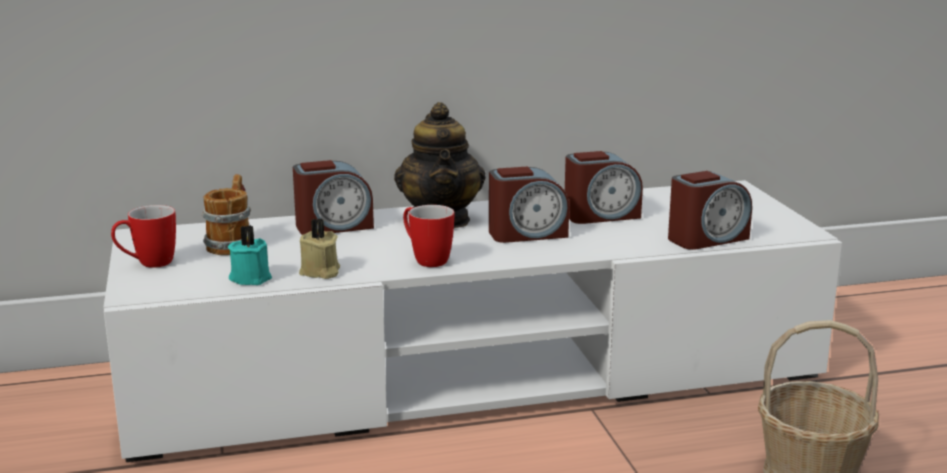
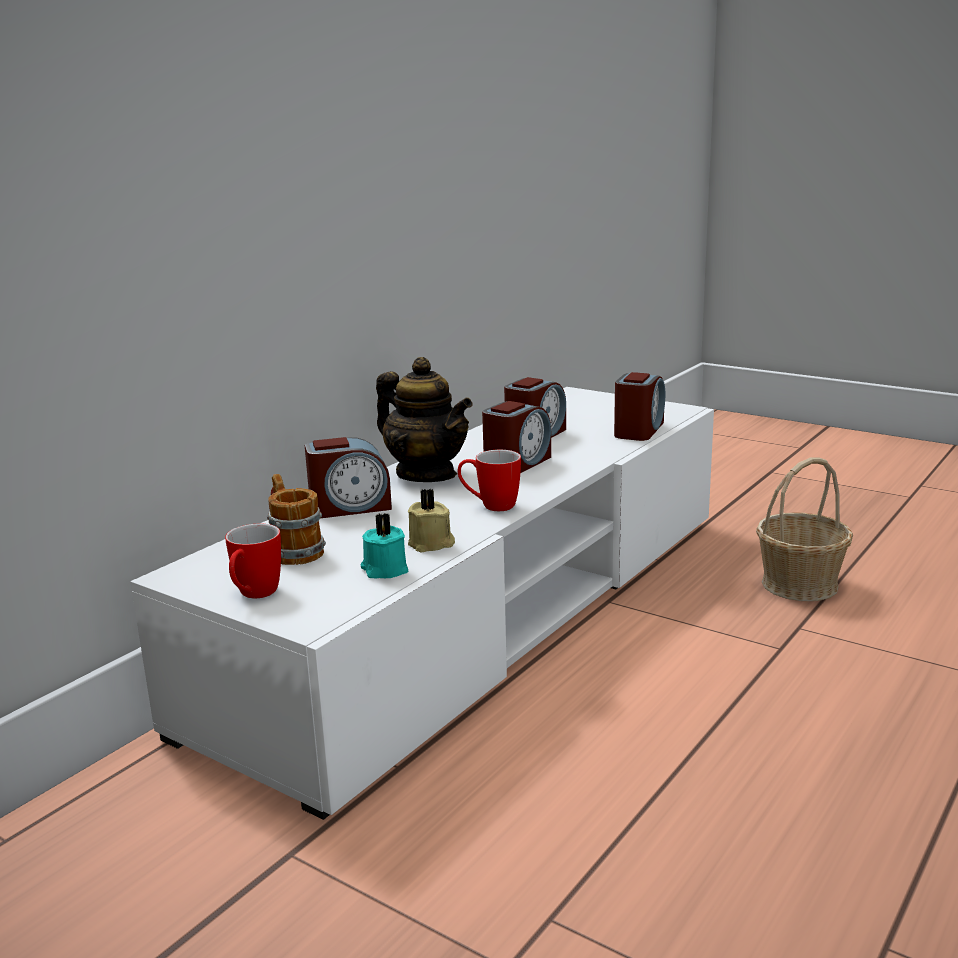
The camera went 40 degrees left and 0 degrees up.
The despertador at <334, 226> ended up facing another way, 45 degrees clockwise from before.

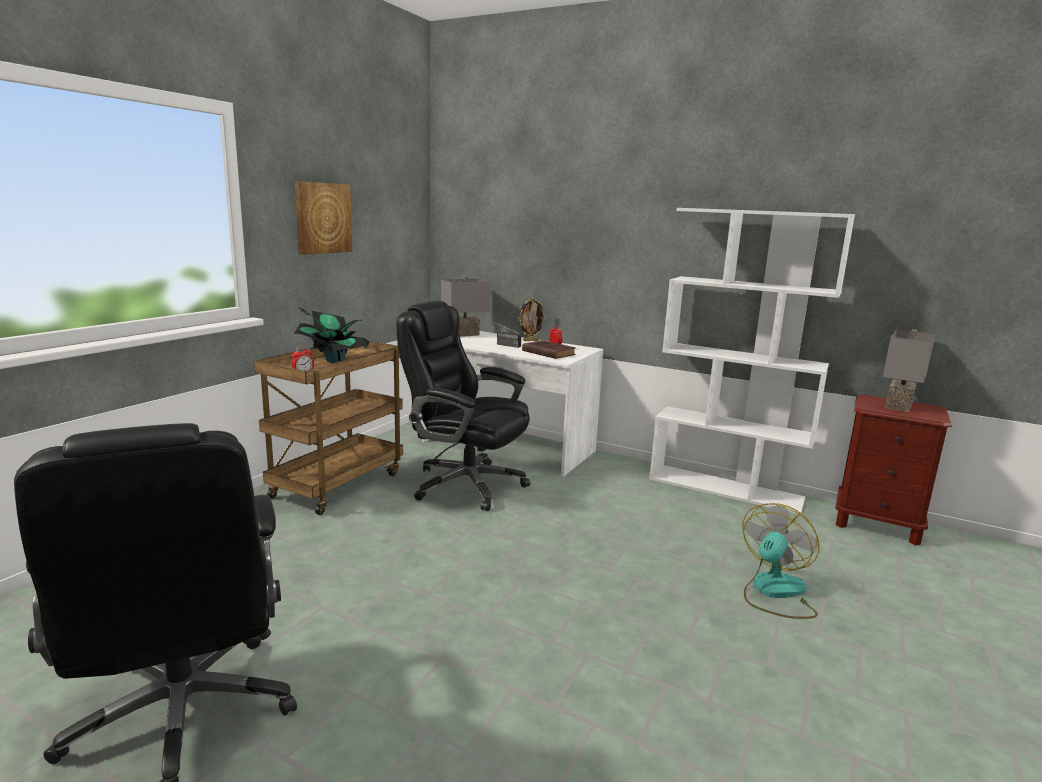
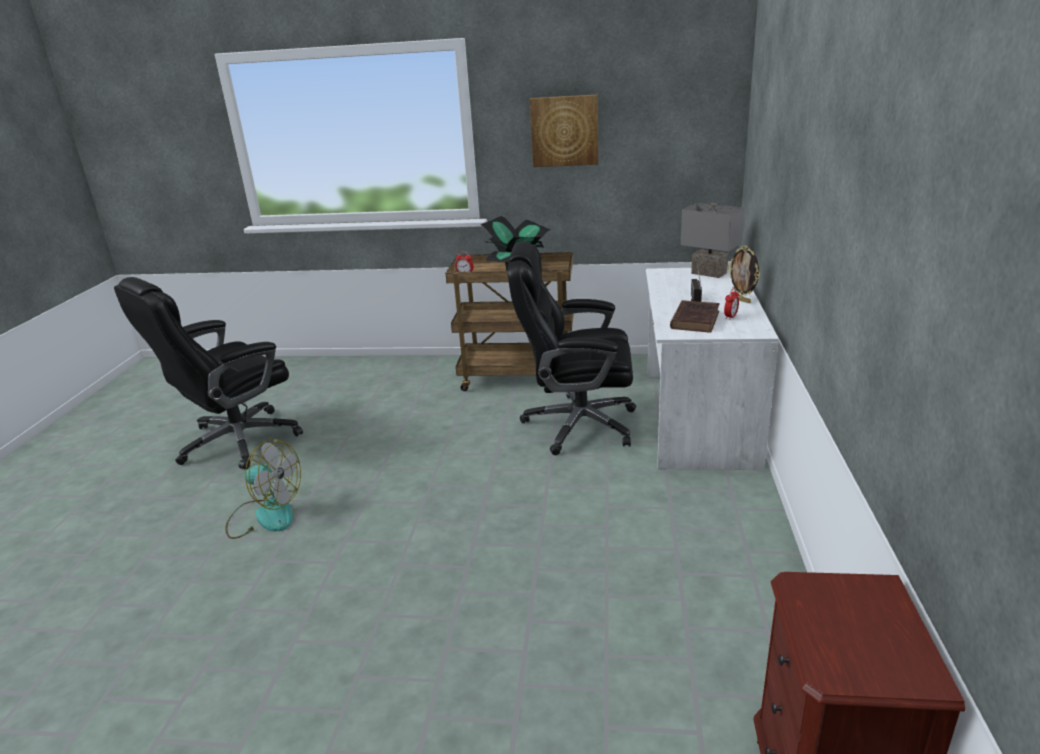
The camera went 70 degrees right and 10 degrees up.
The second view lost the estantería/blanco at <726, 488>.
The silla de oficina/negro at <465, 484> ended up facing another way, 90 degrees counterclockwise from before.
The second view lost the lámpara de mesa/gris at <896, 405>.
The ventilador ended up elsewhere, having gone from <774, 592> to <265, 515>.

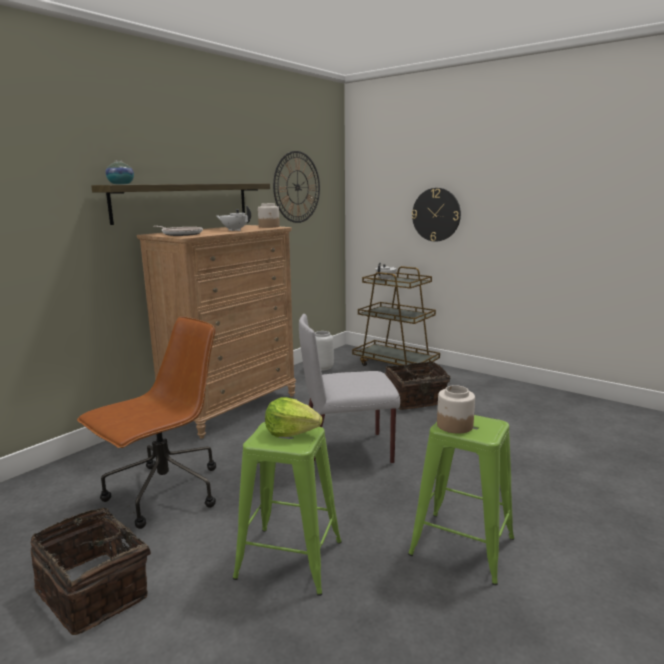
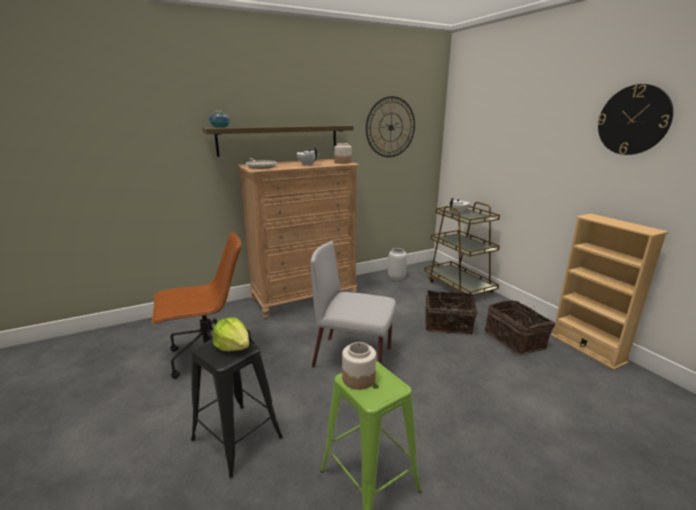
The camera went 25 degrees right and 5 degrees up.
The reloj de pared ended up elsewhere, having gone from <436, 214> to <633, 120>.
What was the taburete/verde at <290, 560> turned into the taburete/negro at <237, 439>.
The cesta ended up elsewhere, having gone from <96, 591> to <516, 339>.
The second view gained the estantería/beis at <587, 348>.

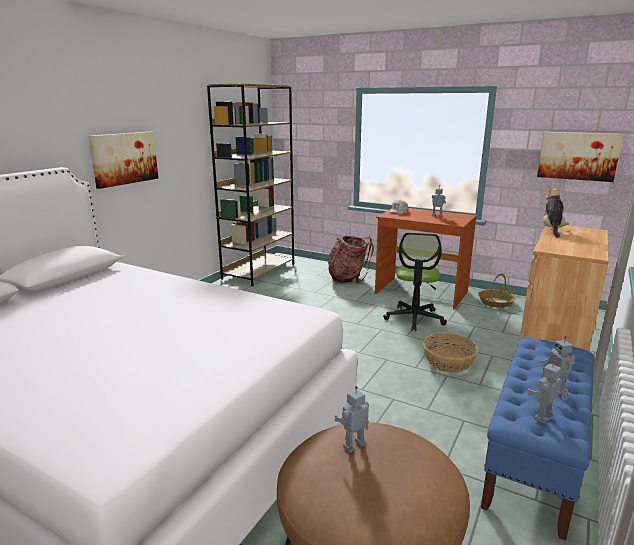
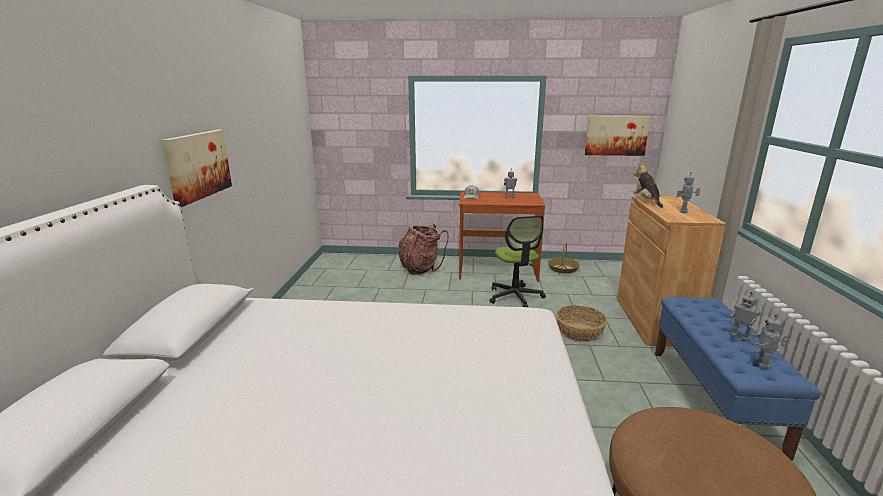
The camera went 25 degrees left and 0 degrees up.
The second view lost the estantería/marrón at <259, 271>.
The robot de juguete ended up elsewhere, having gone from <355, 446> to <684, 211>.

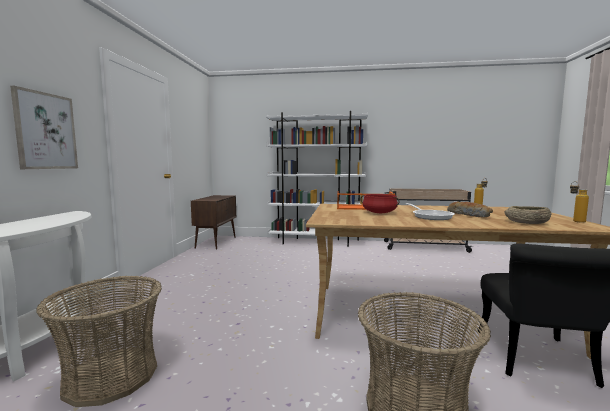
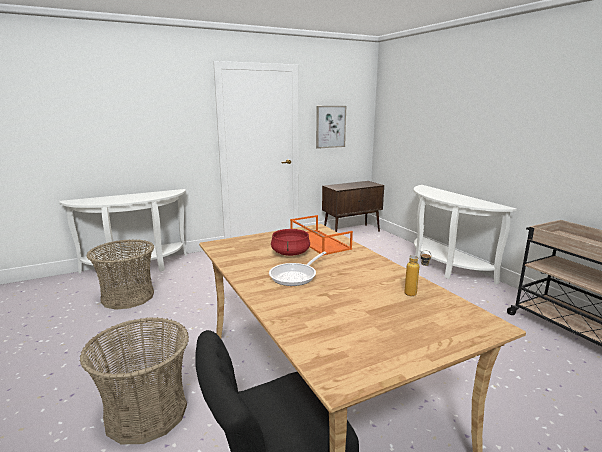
The camera went 55 degrees right and 10 degrees up.
The cuadro ended up elsewhere, having gone from <45, 131> to <330, 126>.
Where the estantería/blanco stood at <316, 242>, the mesa consola/blanco came to stand at <443, 266>.
The second view lost the botella at <575, 221>.
The second view lost the pan at <469, 215>.
The second view lost the cuenco/beis at <527, 222>.

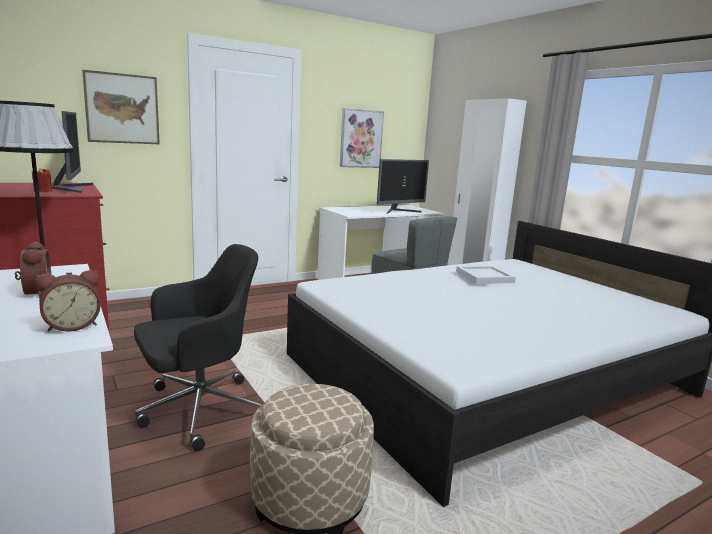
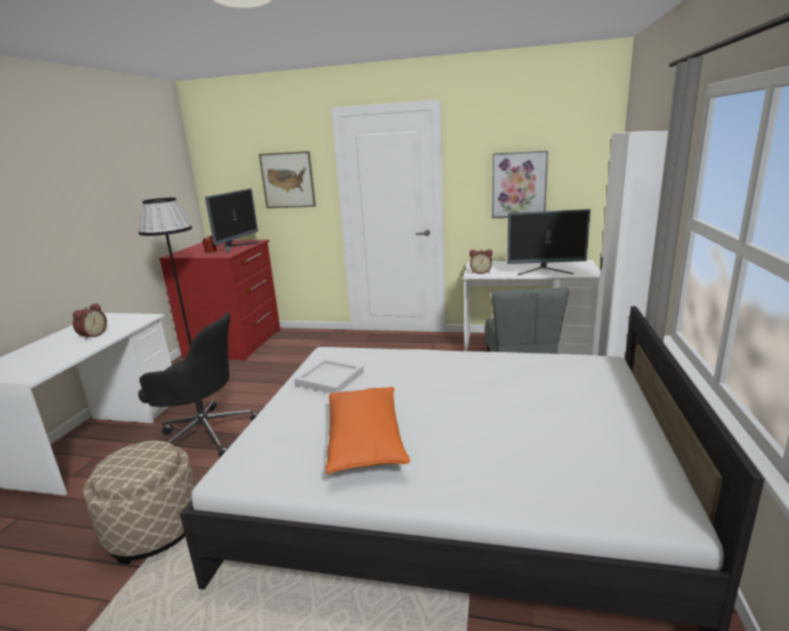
The camera went 45 degrees right and 5 degrees up.
The bandeja/blanco ended up elsewhere, having gone from <485, 277> to <331, 378>.
The despertador ended up elsewhere, having gone from <72, 326> to <480, 272>.
The second view gained the cojín/naranja at <366, 442>.

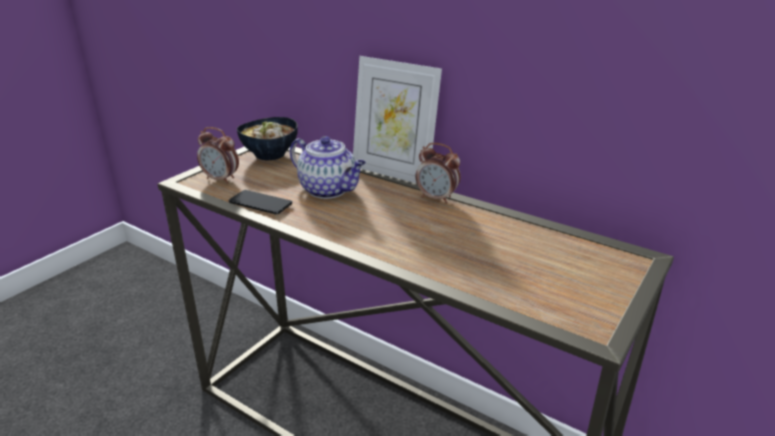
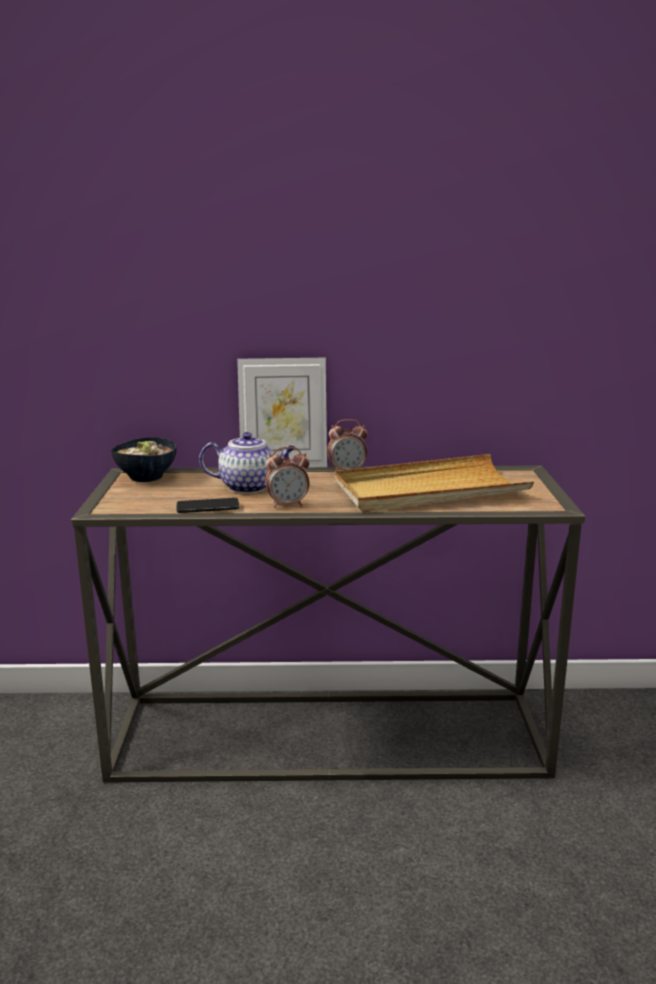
The camera went 35 degrees left and 10 degrees down.
The despertador ended up elsewhere, having gone from <221, 179> to <288, 505>.
The second view gained the bandeja/beis at <429, 490>.

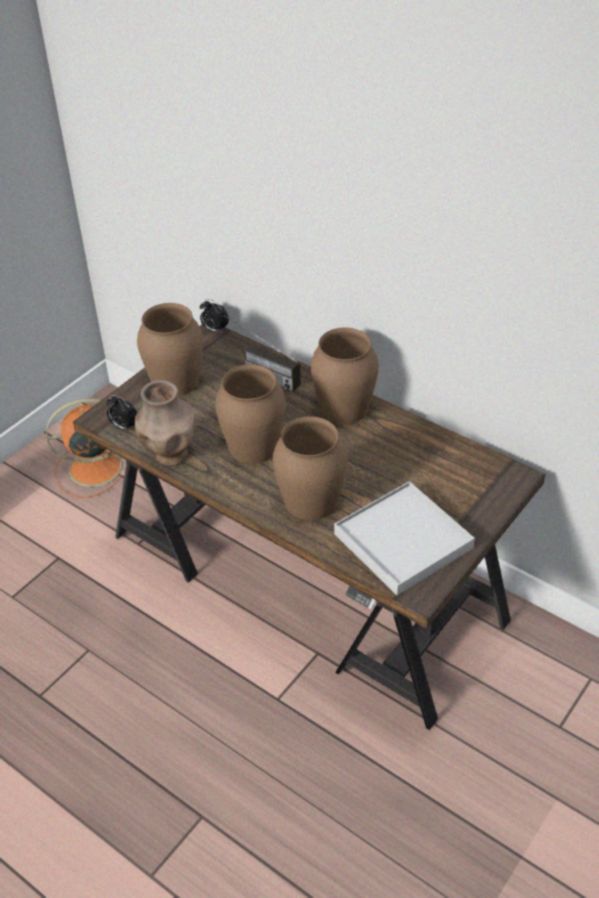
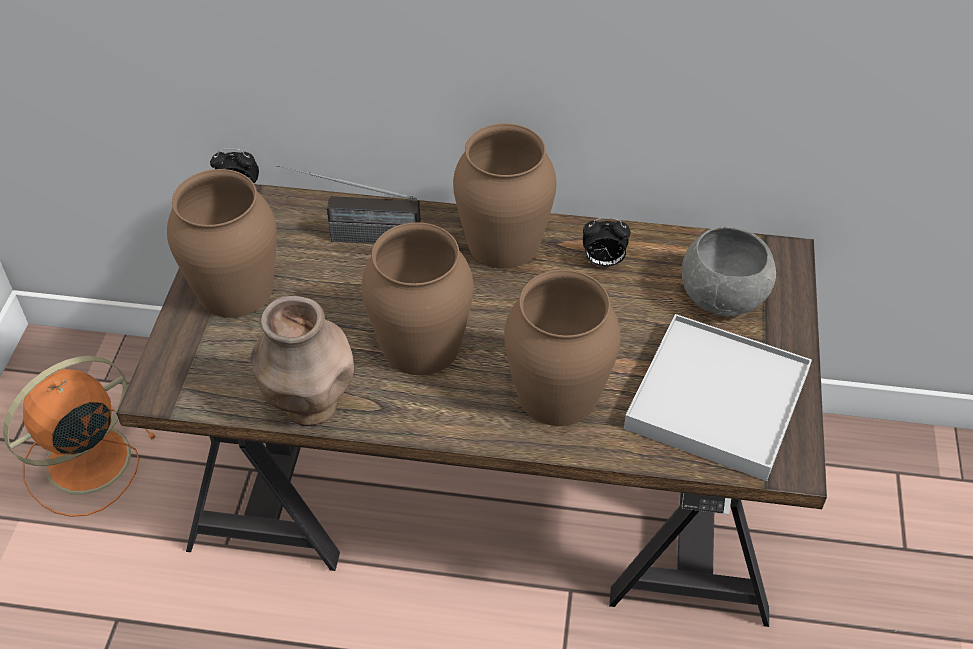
The camera went 30 degrees left and 5 degrees up.
The despertador ended up elsewhere, having gone from <124, 427> to <603, 262>.
The second view gained the cuenco/gris at <723, 297>.

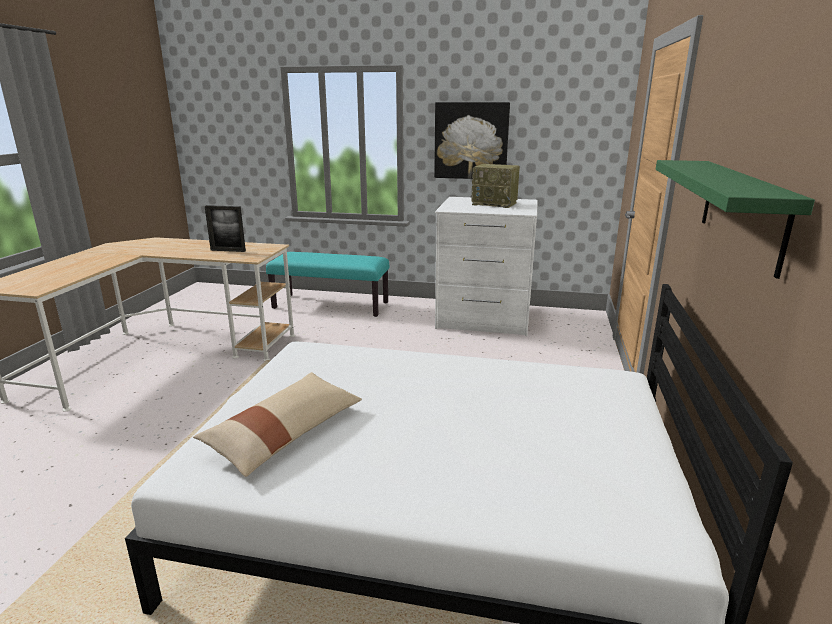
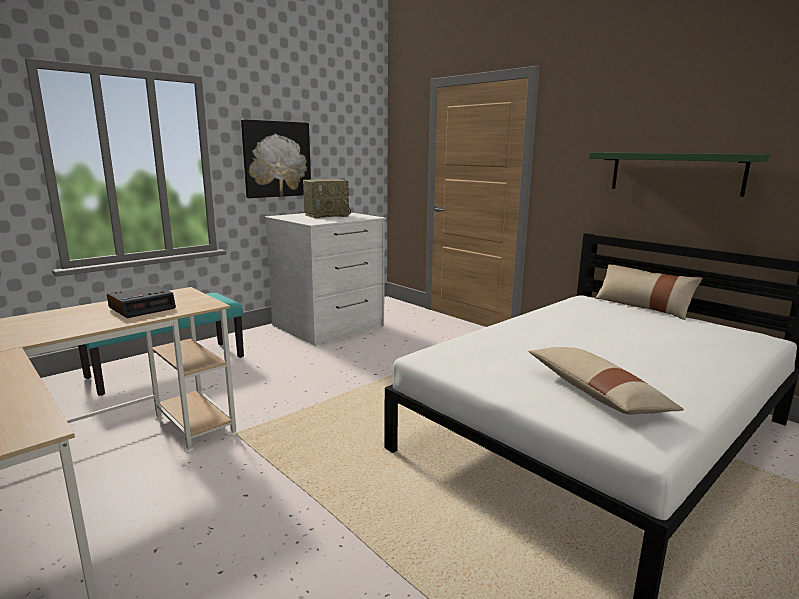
The camera went 55 degrees left and 5 degrees down.
Where the portarretratos stood at <228, 250>, the despertador came to stand at <142, 308>.
The second view gained the cojín/beis at <642, 307>.

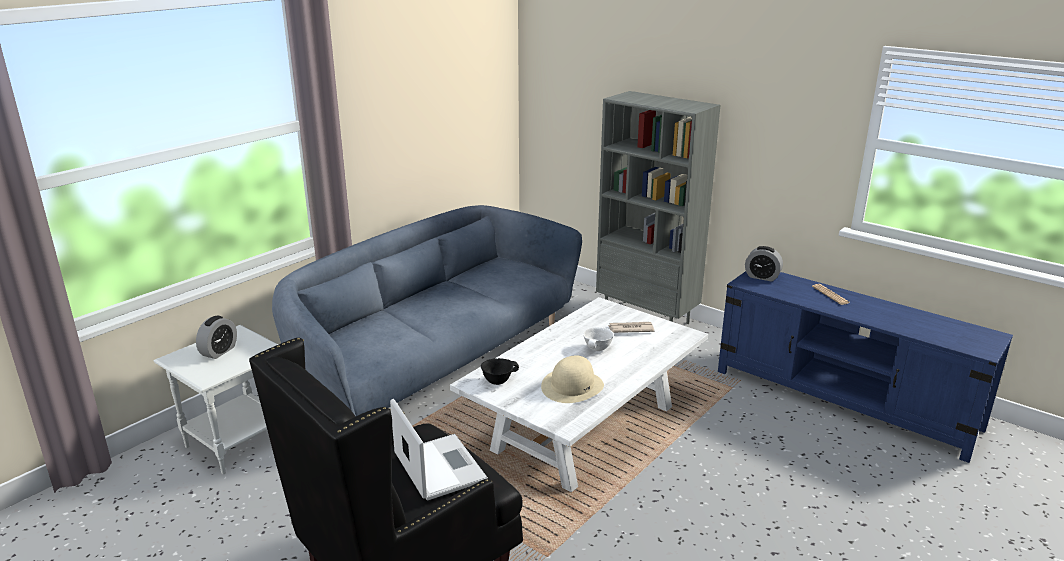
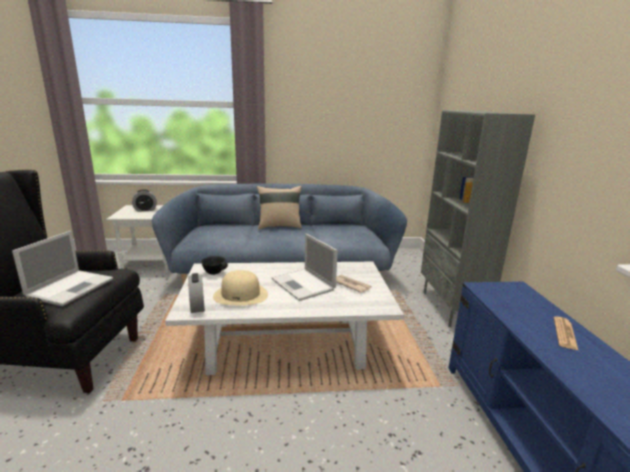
The camera went 45 degrees right and 5 degrees down.
The despertador ended up elsewhere, having gone from <762, 277> to <197, 306>.
Where the cuenco/blanco stood at <598, 349>, the portátil came to stand at <303, 285>.
The second view gained the cojín/beis at <279, 226>.

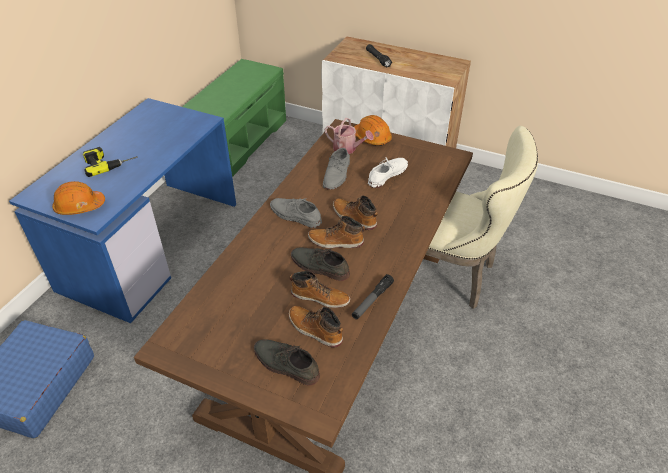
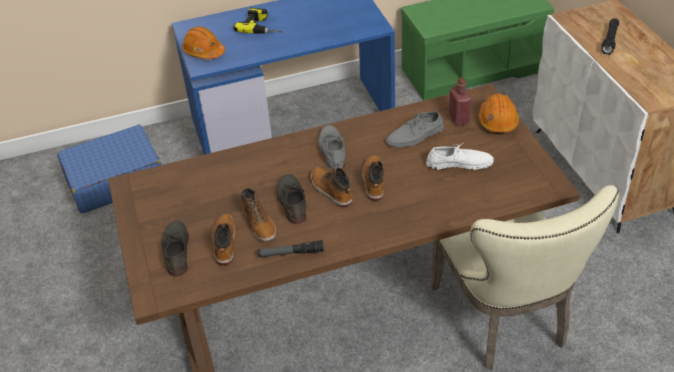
The camera went 50 degrees right and 0 degrees up.
Where the regadera stood at <347, 149>, the botella/rojo came to stand at <459, 119>.

